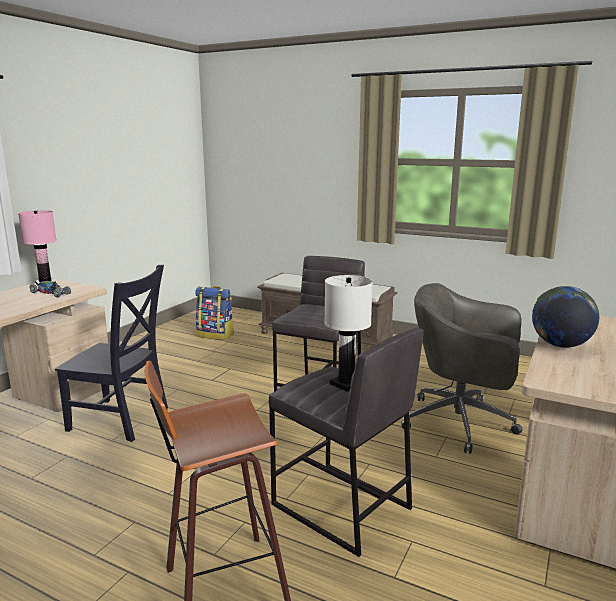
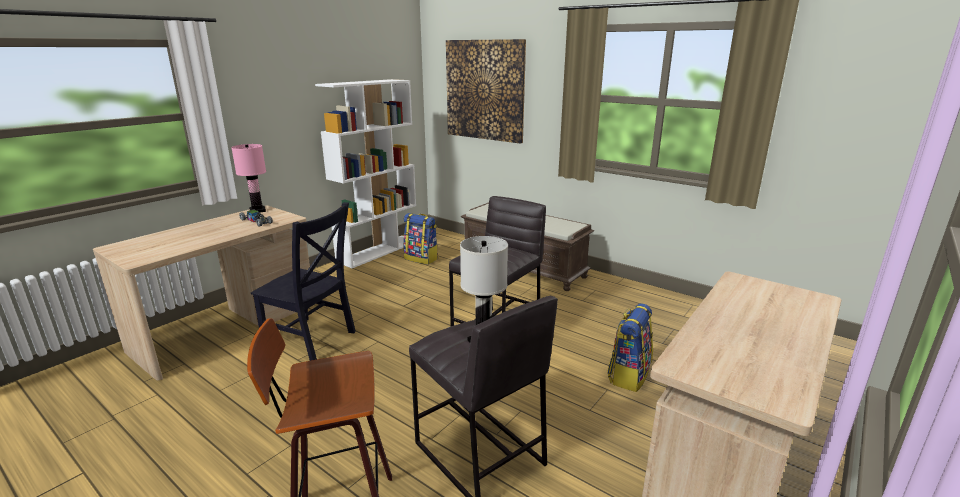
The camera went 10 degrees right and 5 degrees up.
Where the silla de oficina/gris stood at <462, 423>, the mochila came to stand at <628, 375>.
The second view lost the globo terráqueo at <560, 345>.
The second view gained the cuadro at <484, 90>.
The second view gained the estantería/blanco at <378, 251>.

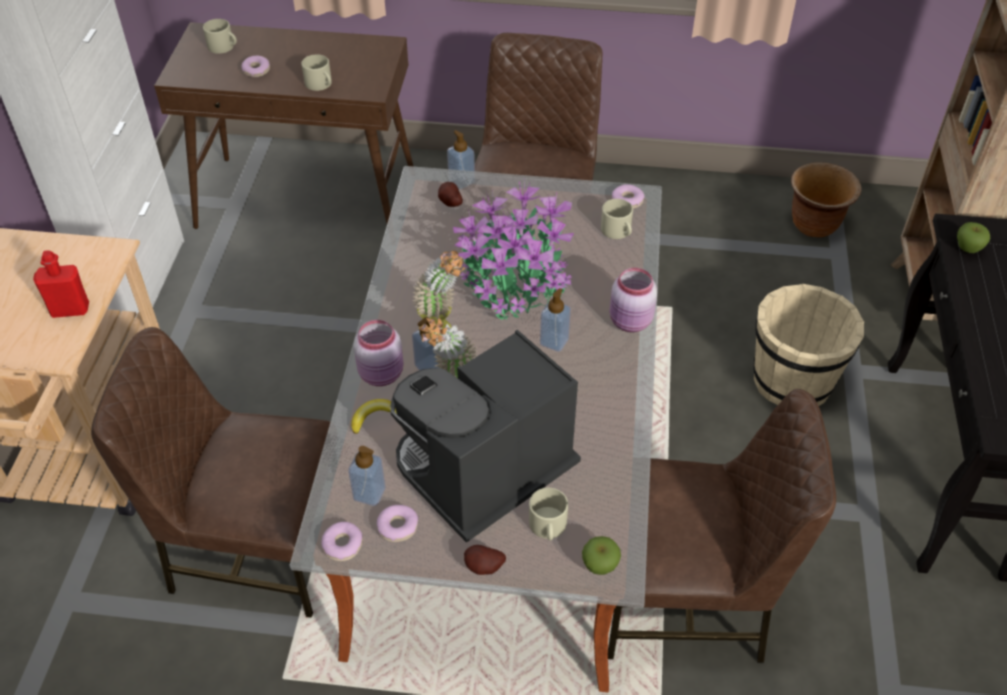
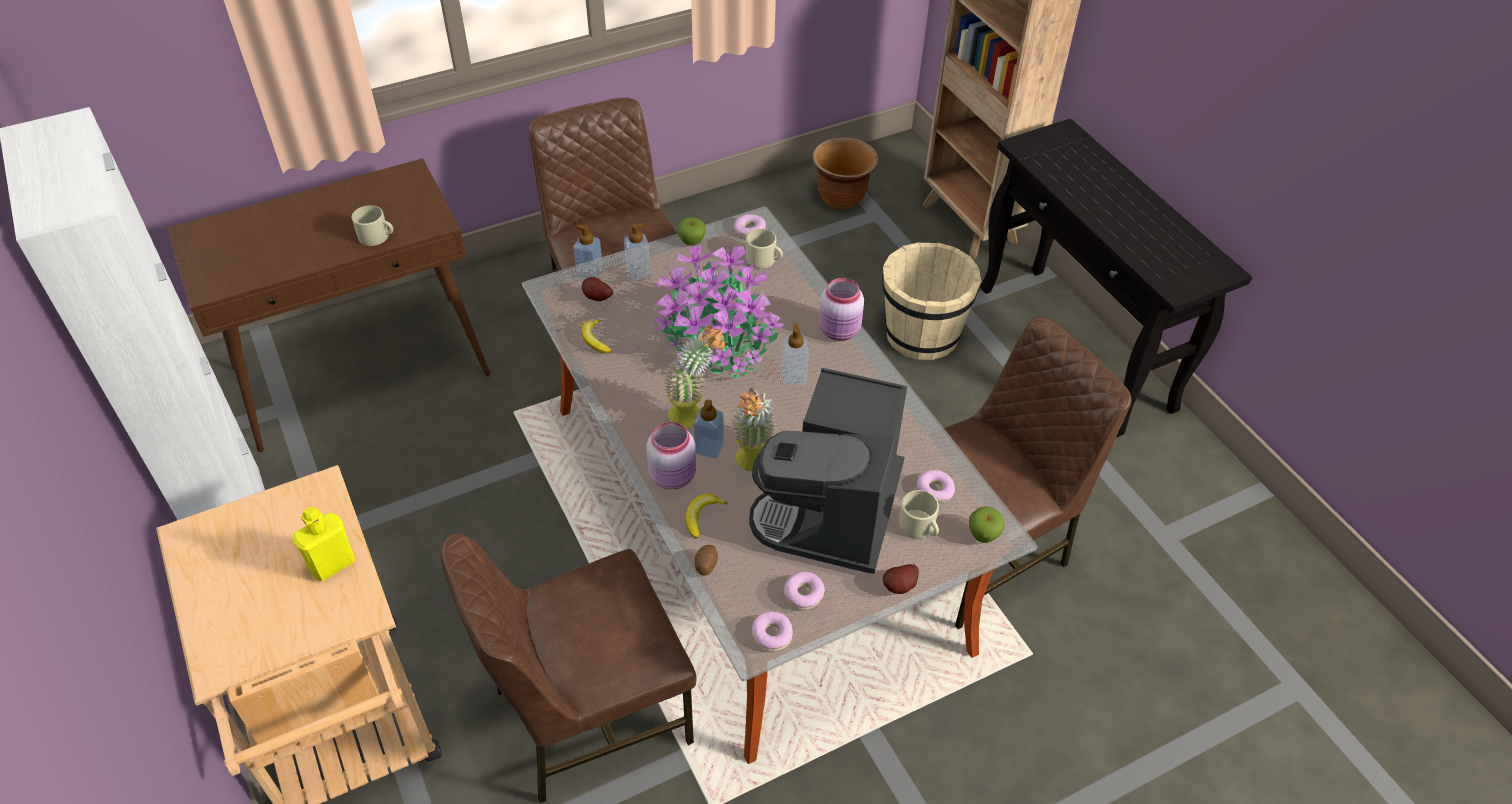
The camera went 35 degrees left and 0 degrees up.
The second view lost the taza grande/beis at <223, 47>.
The rosquilla ended up elsewhere, having gone from <256, 71> to <934, 491>.
The manzana ended up elsewhere, having gone from <968, 248> to <691, 242>.
What was the botella/rojo at <70, 309> turned into the botella/amarillo at <332, 564>.
The dispensador de jabón ended up elsewhere, having gone from <369, 493> to <638, 272>.
The second view gained the plátano at <595, 340>.
The second view gained the patata at <705, 565>.

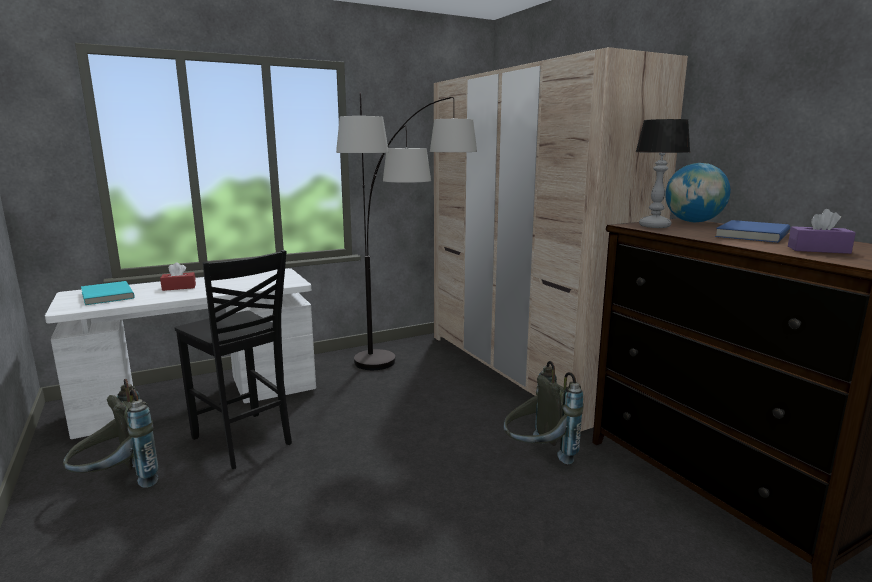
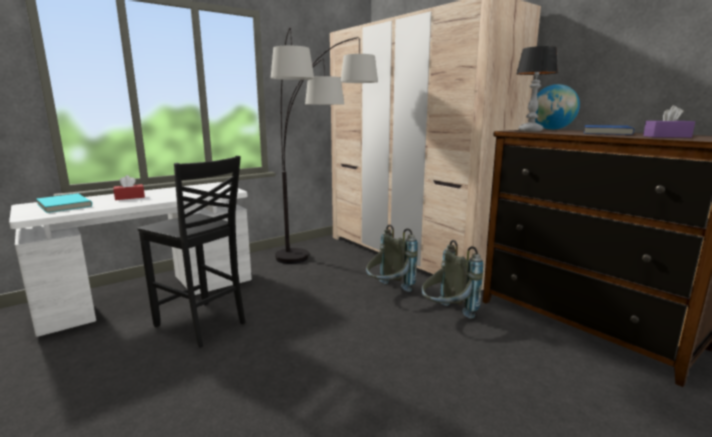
The camera went 10 degrees left and 0 degrees up.
The mochila/gris ended up elsewhere, having gone from <118, 484> to <388, 291>.

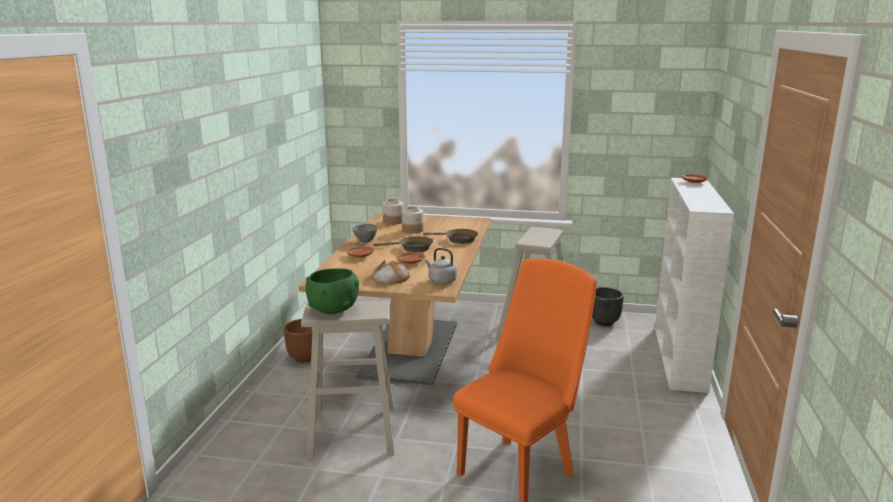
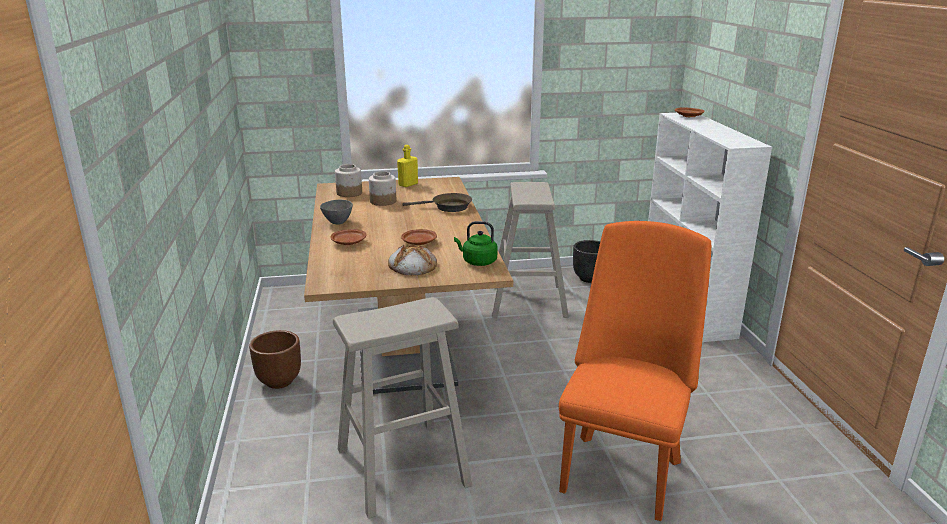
The camera went 20 degrees left and 5 degrees up.
The second view lost the sartén/marrón at <412, 248>.
What was the hervidor/gris at <441, 281> turned into the hervidor/verde at <477, 262>.
The second view lost the cuenco/verde at <333, 309>.
The second view gained the botella/amarillo at <408, 184>.

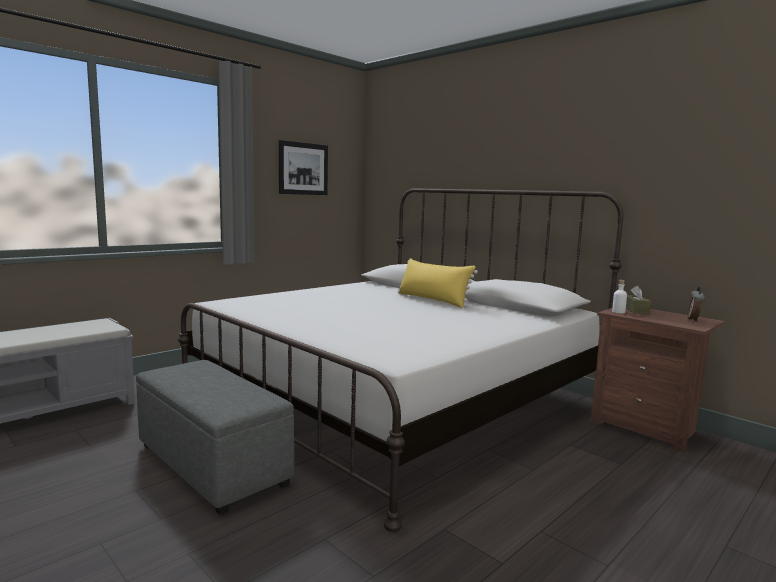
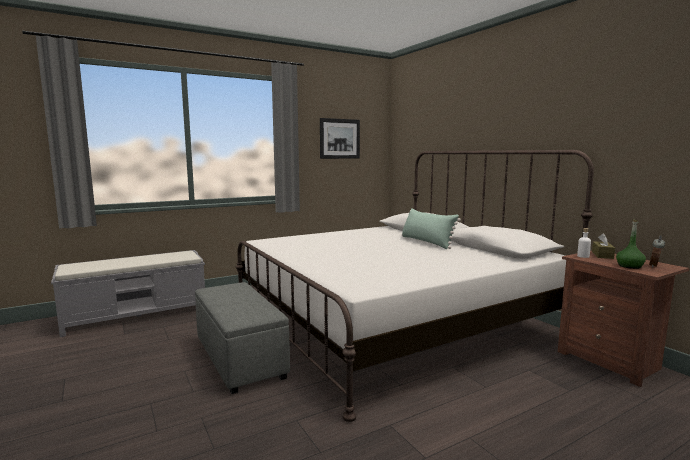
The camera went 15 degrees right and 0 degrees up.
What was the cojín/amarillo at <433, 300> turned into the cojín/verde at <426, 242>.
The second view gained the botella/verde at <629, 266>.

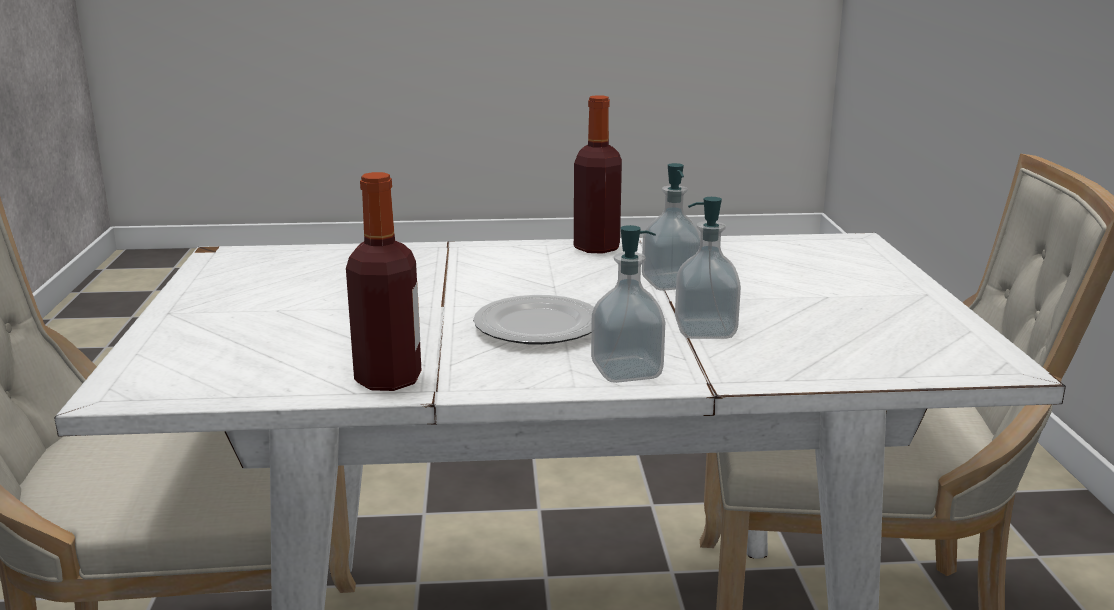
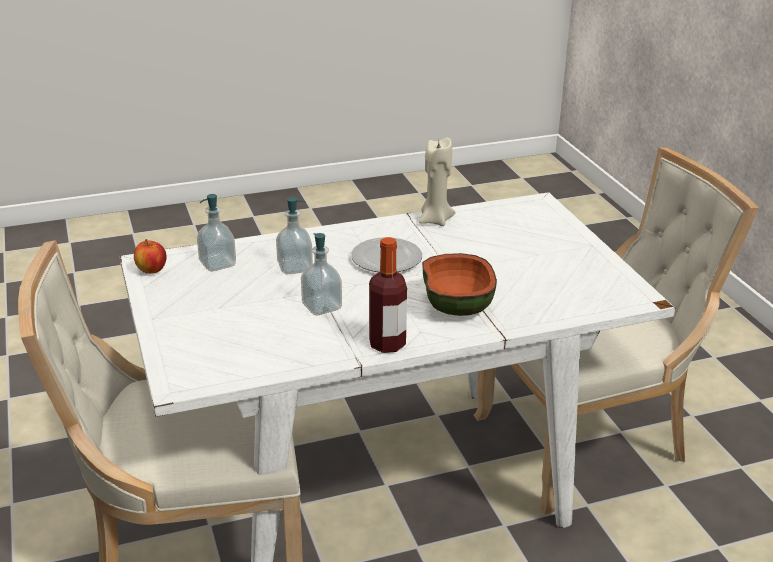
The camera went 165 degrees right and 10 degrees up.
Where the botella stood at <388, 380>, the vela/beis came to stand at <435, 220>.
The dispensador de jabón ended up elsewhere, having gone from <626, 371> to <217, 264>.
The second view gained the manzana at <152, 270>.
The second view gained the cuenco at <456, 305>.

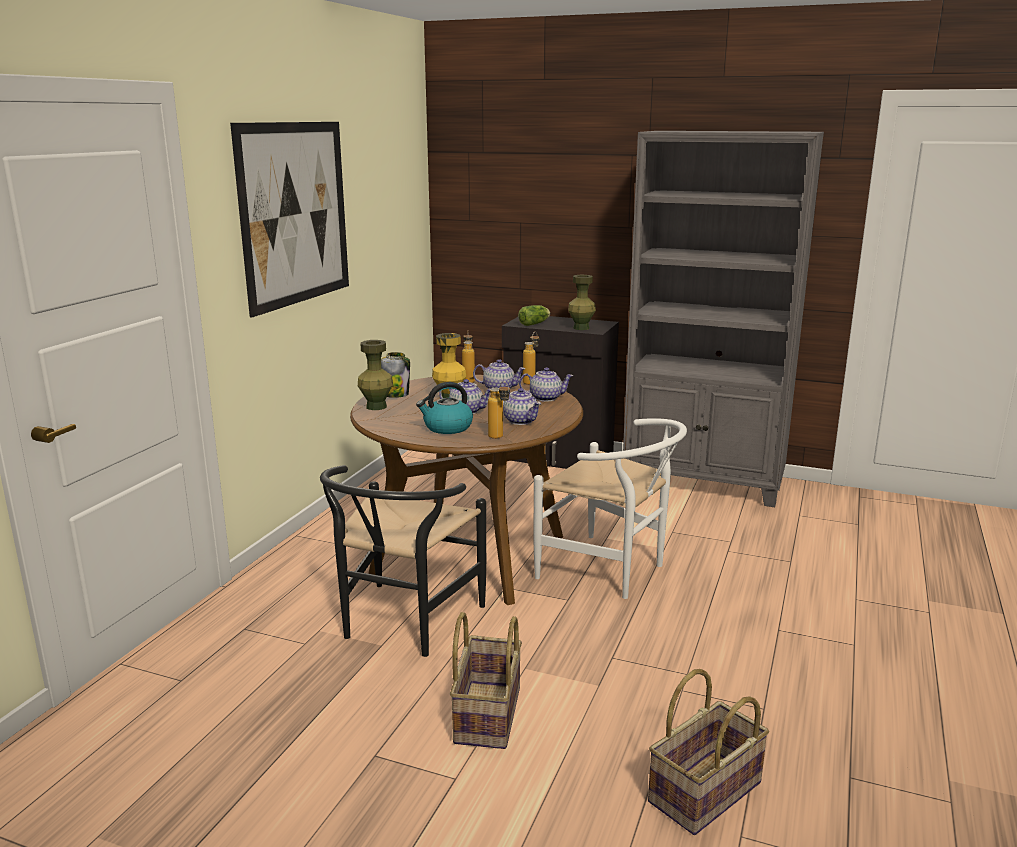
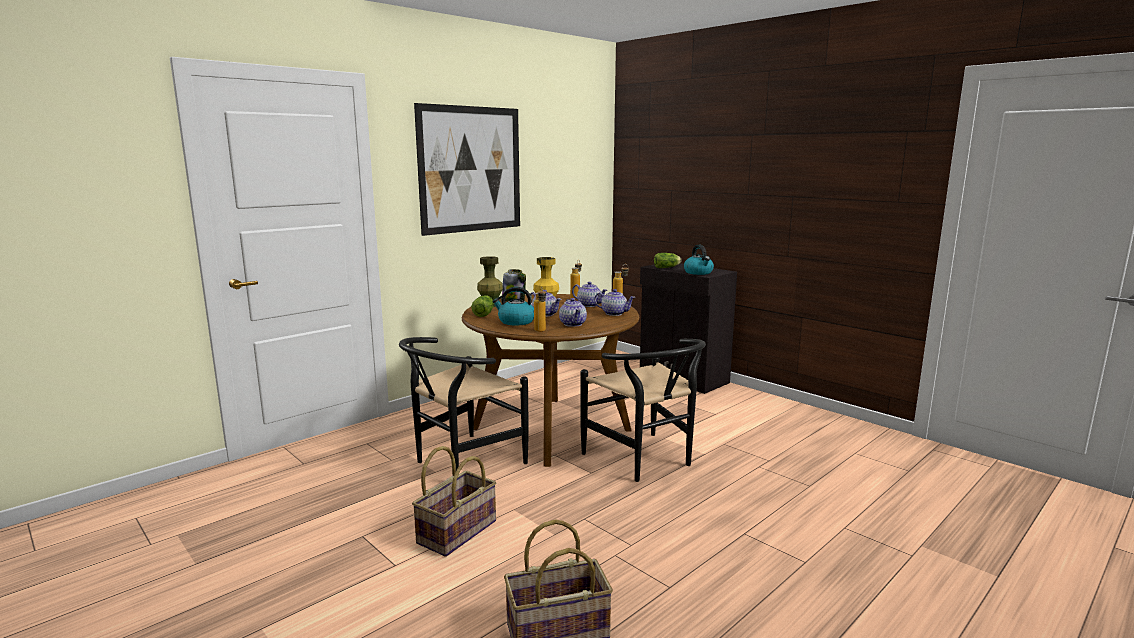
The camera went 25 degrees right and 5 degrees down.
The second view lost the estantería/gris at <704, 483>.
Where the florero/verde stood at <581, 328>, the hervidor came to stand at <698, 272>.
What was the silla/blanco at <611, 571> turned into the silla/negro at <645, 461>.
The second view gained the lechuga at <484, 314>.

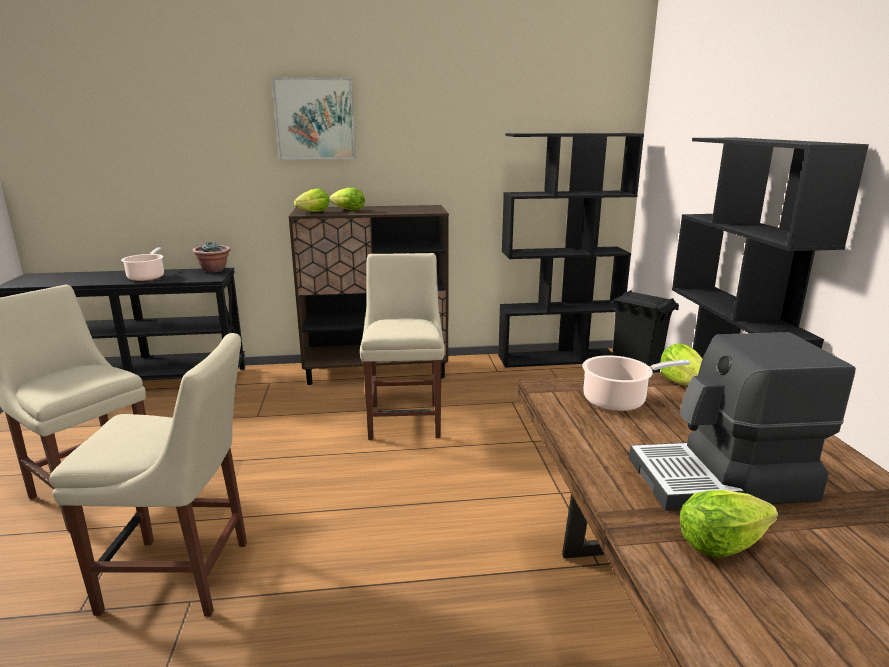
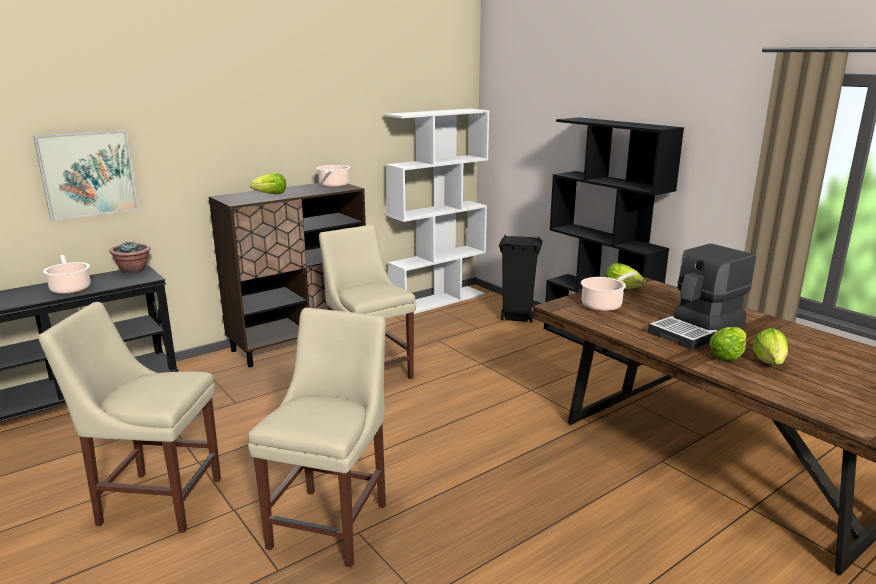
The camera went 30 degrees left and 0 degrees up.
The cuadro ended up elsewhere, having gone from <315, 119> to <88, 174>.
What was the estantería/negro at <558, 358> turned into the estantería/blanco at <438, 300>.
The lechuga ended up elsewhere, having gone from <314, 212> to <769, 362>.
The silla/beis at <184, 577> ended up facing another way, 45 degrees counterclockwise from before.
The second view gained the olla at <333, 185>.

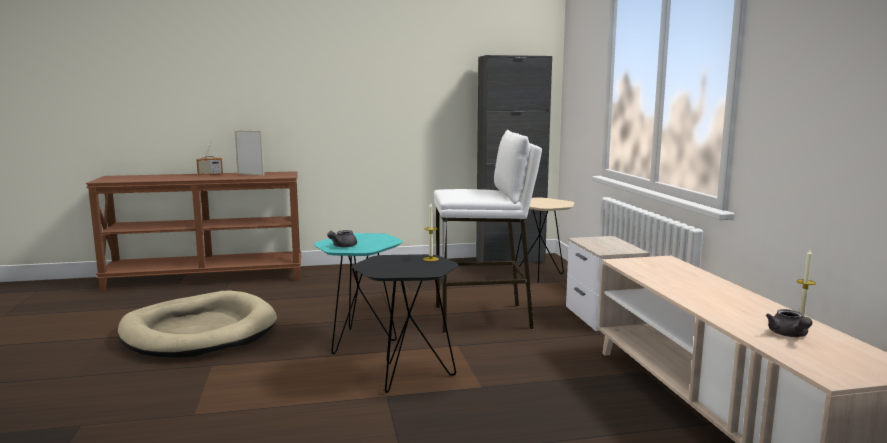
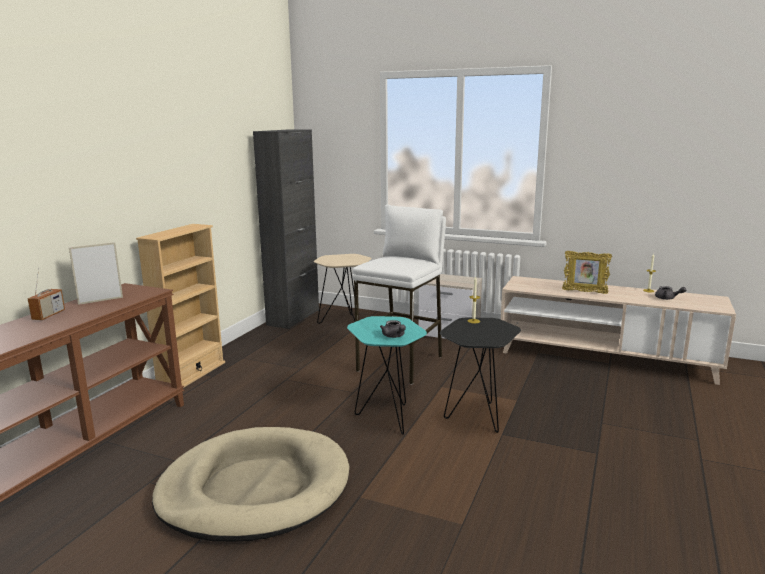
The camera went 55 degrees left and 5 degrees up.
The second view gained the estantería/beis at <191, 374>.
The second view gained the portarretratos at <584, 292>.

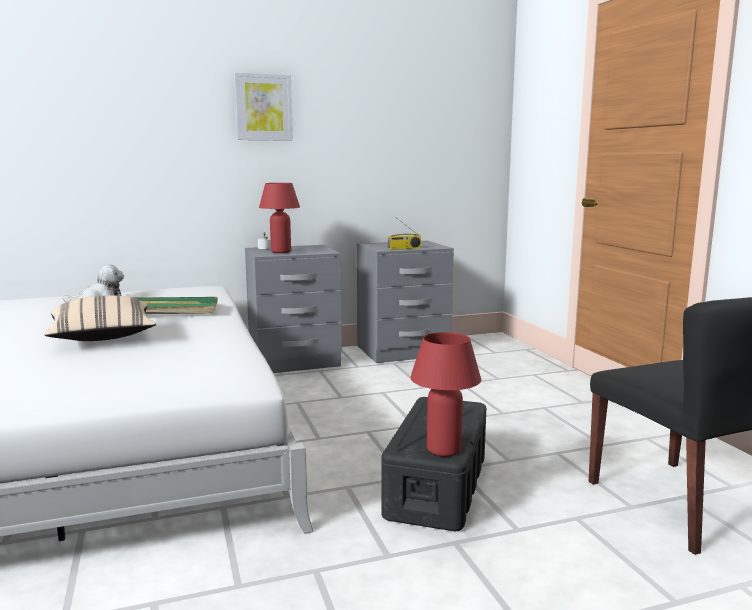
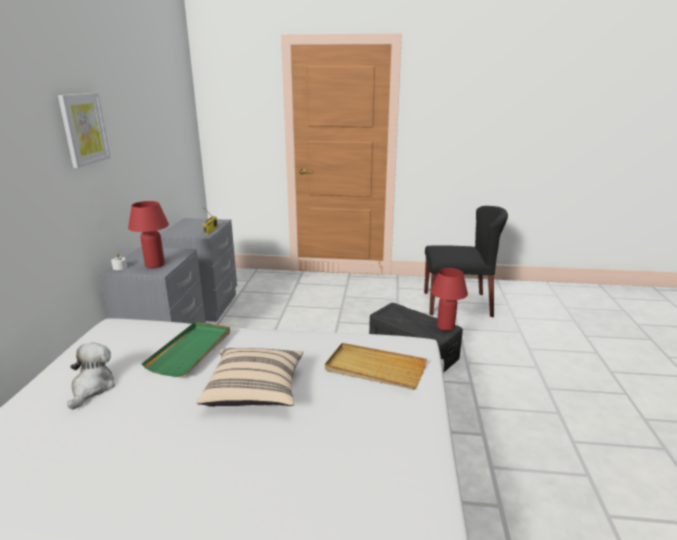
The camera went 65 degrees left and 10 degrees up.
The second view gained the bandeja/beis at <374, 369>.

